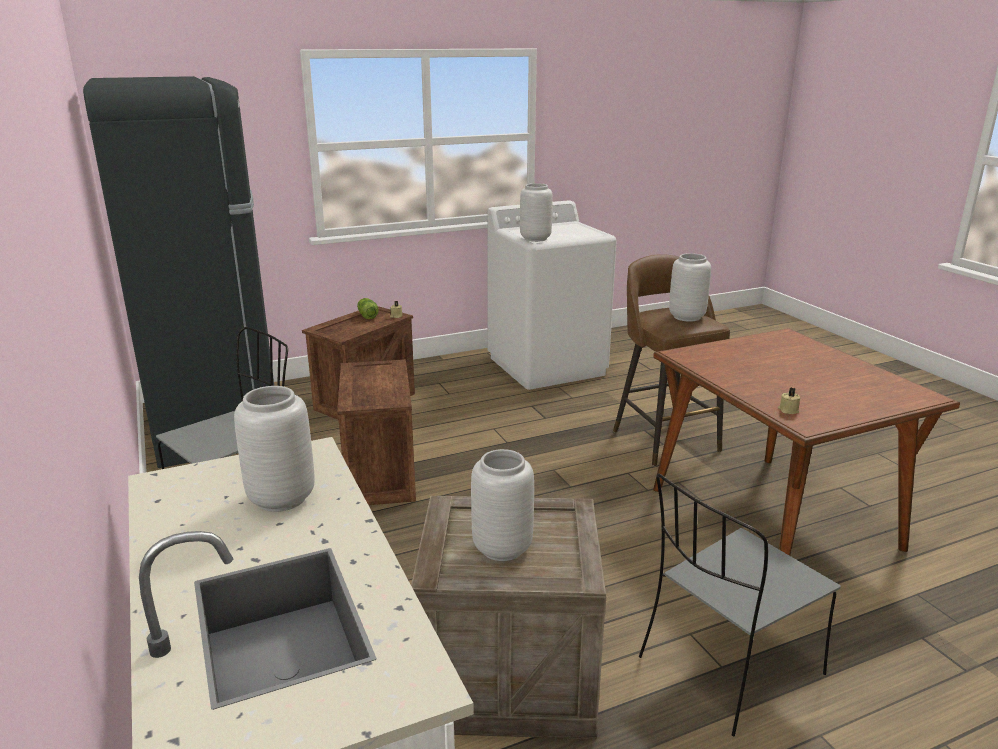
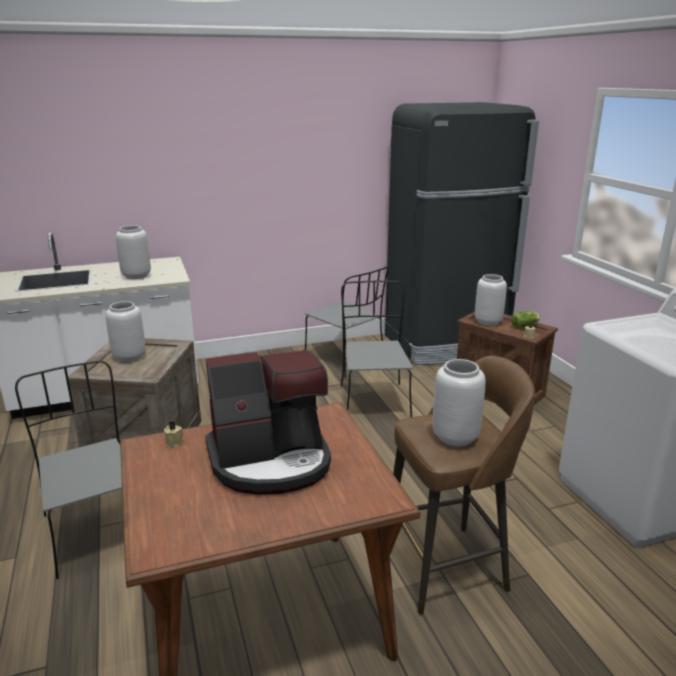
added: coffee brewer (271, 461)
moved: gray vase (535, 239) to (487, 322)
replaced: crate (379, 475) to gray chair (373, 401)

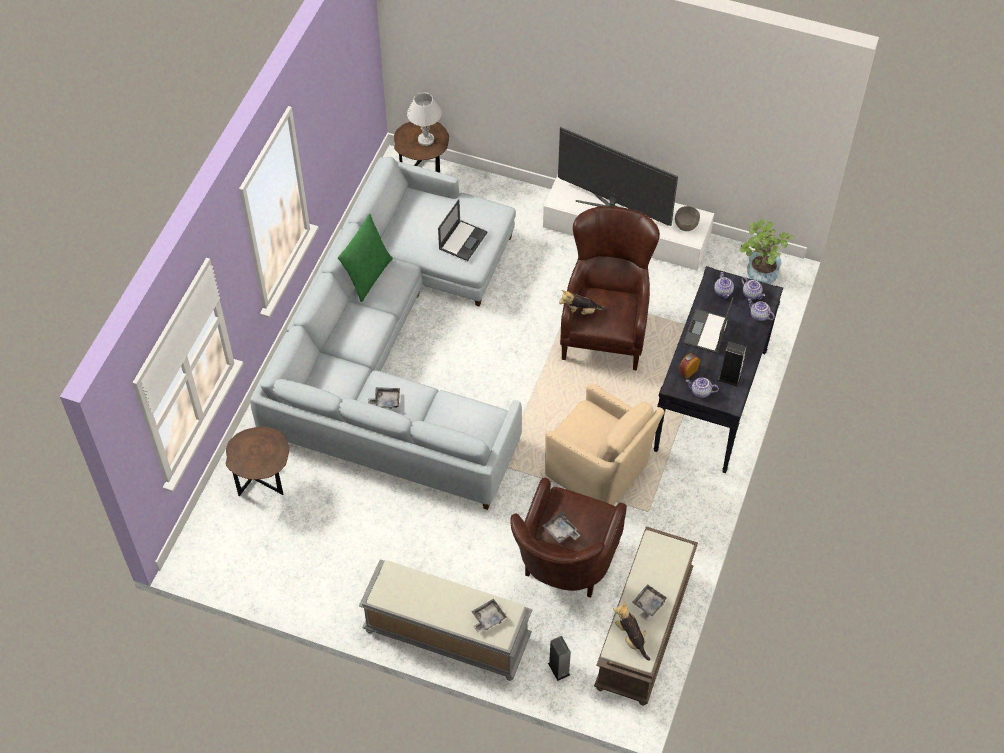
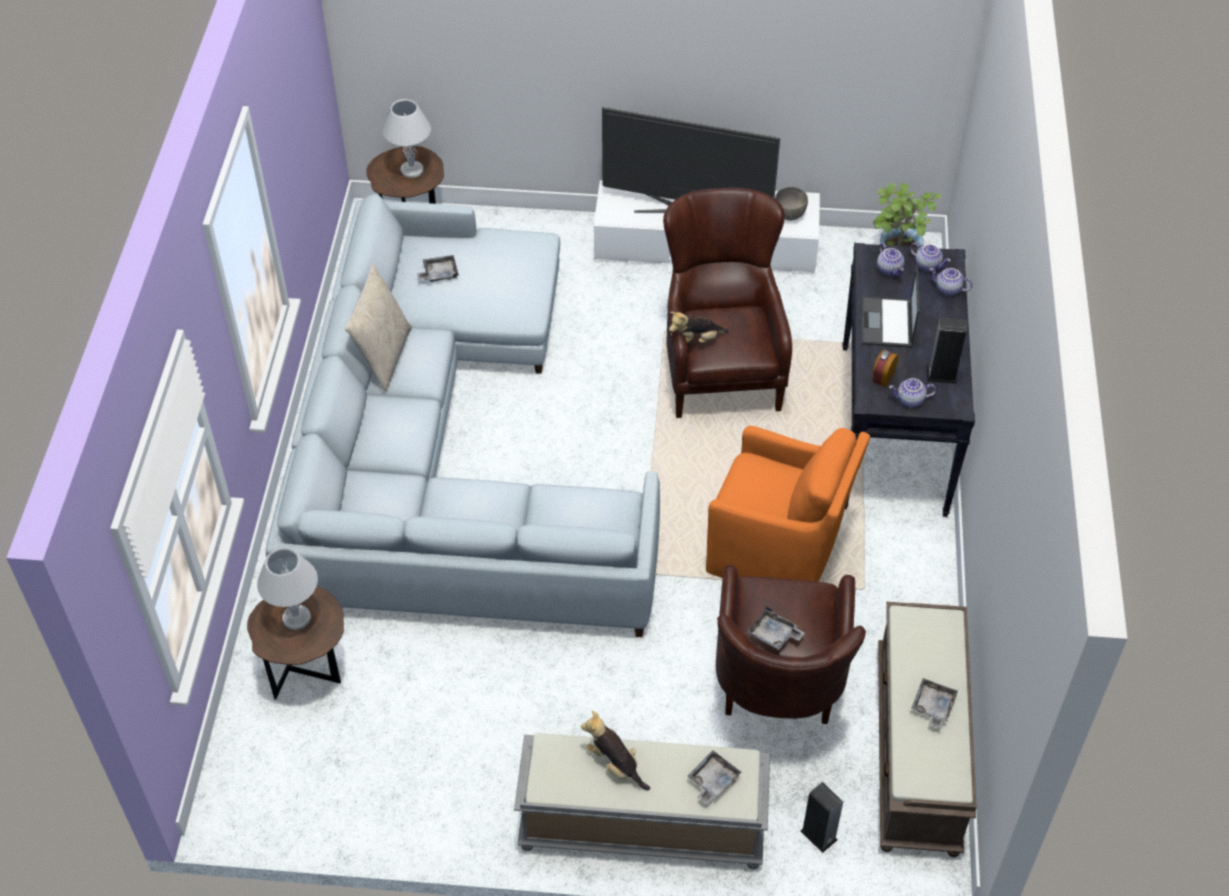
removed: laptop (463, 240)
added: white tabletop lamp (296, 619)
moved: gray tray (385, 400) to (439, 273); soft toy (631, 638) to (615, 764)
recoloured: green pillow (367, 276) to beige-coloured pillow (383, 356); beige-coloured lounge chair (599, 472) to orange-coloured lounge chair (778, 552)

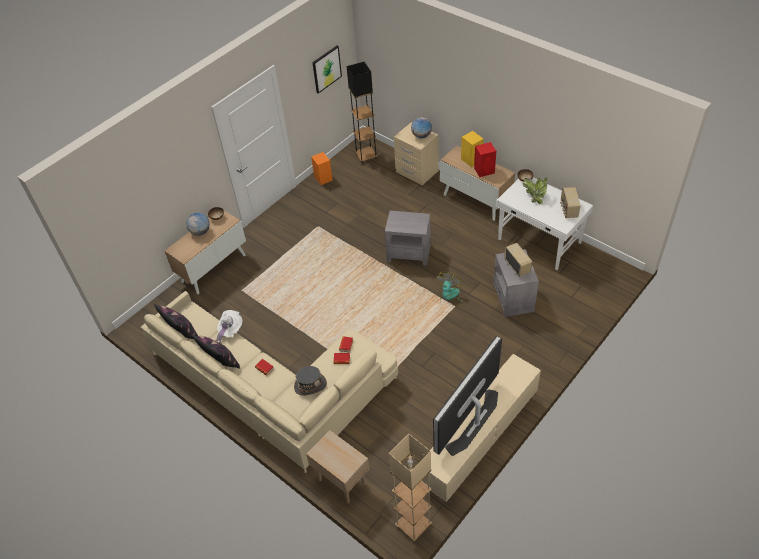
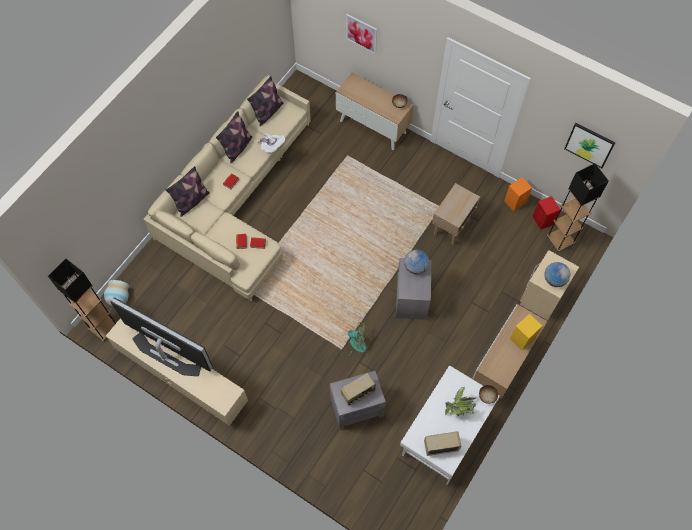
removed: gray wearable hat (310, 385)
added: vase (119, 299); pillow (191, 201); picture (361, 33)
moved: desk globe (200, 232) to (415, 267); beige-coloured end table (341, 481) to (452, 227); reddish speaker (484, 170) to (543, 220)
recoloured: beige-coloured standing lamp (413, 525) to black-coloured standing lamp (104, 327)

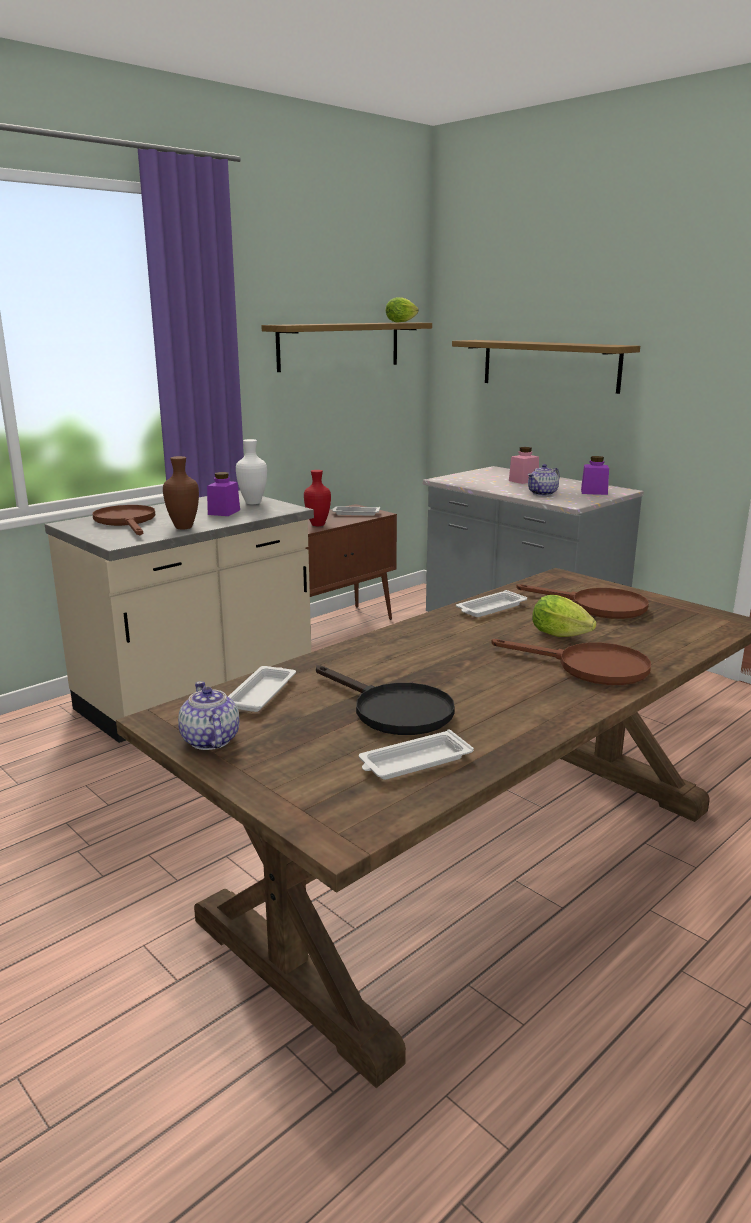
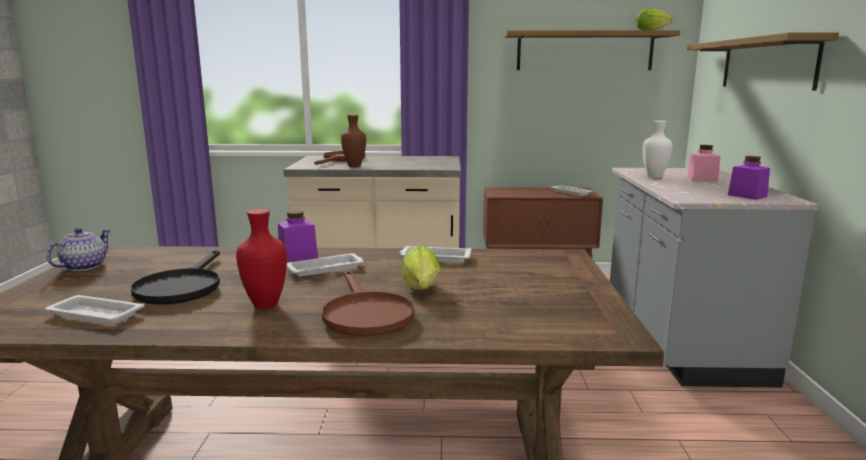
removed: brown skillet (597, 606); pot for tea (543, 493)
moved: reddish vase (318, 525) to (265, 306); purple preserve jar (224, 512) to (298, 256); white tray (262, 693) to (326, 269); white vase (252, 503) to (654, 177)

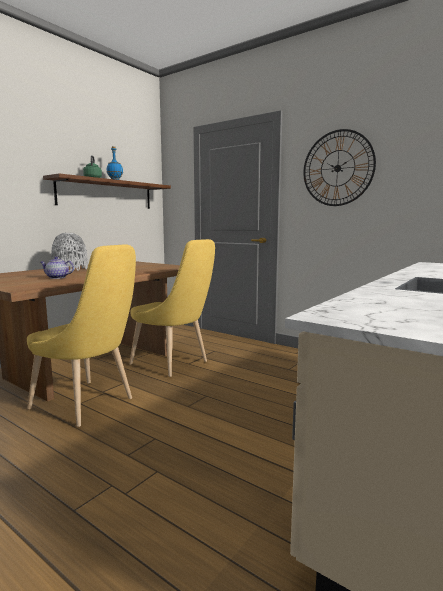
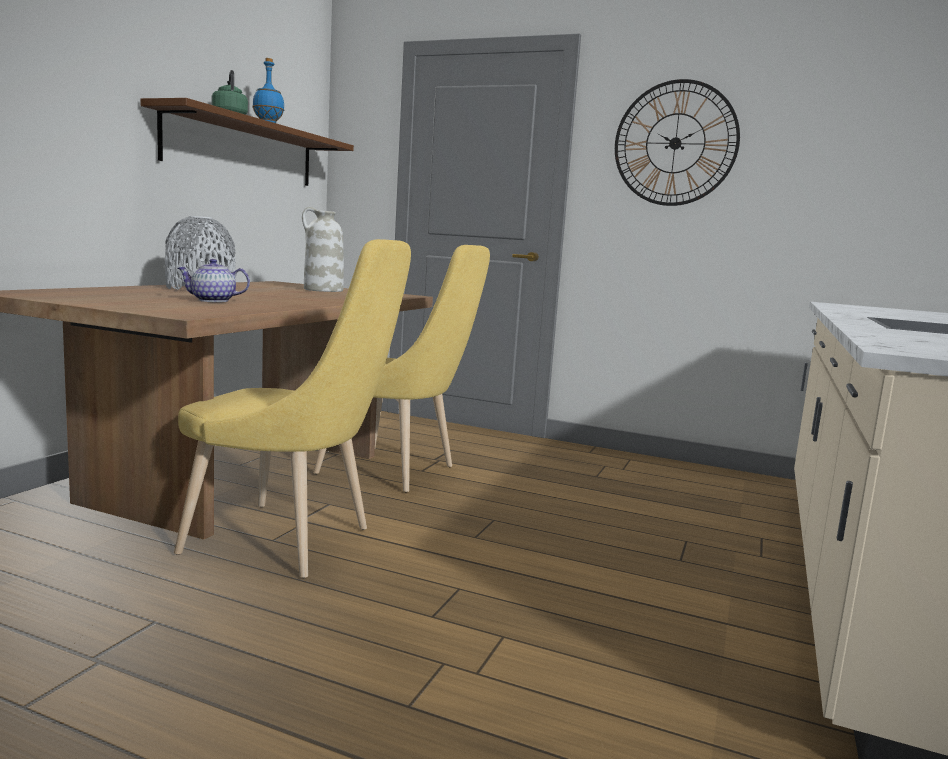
added: white vase (322, 290)

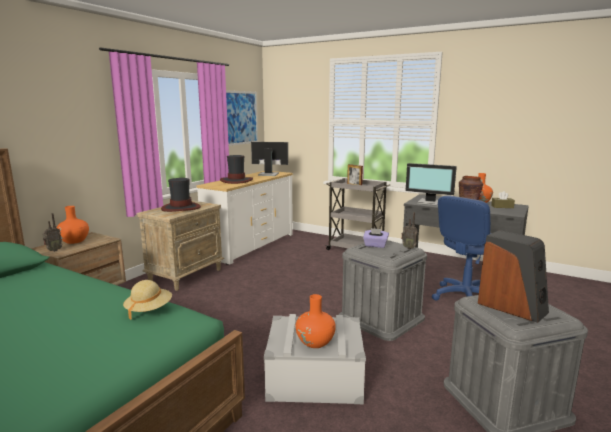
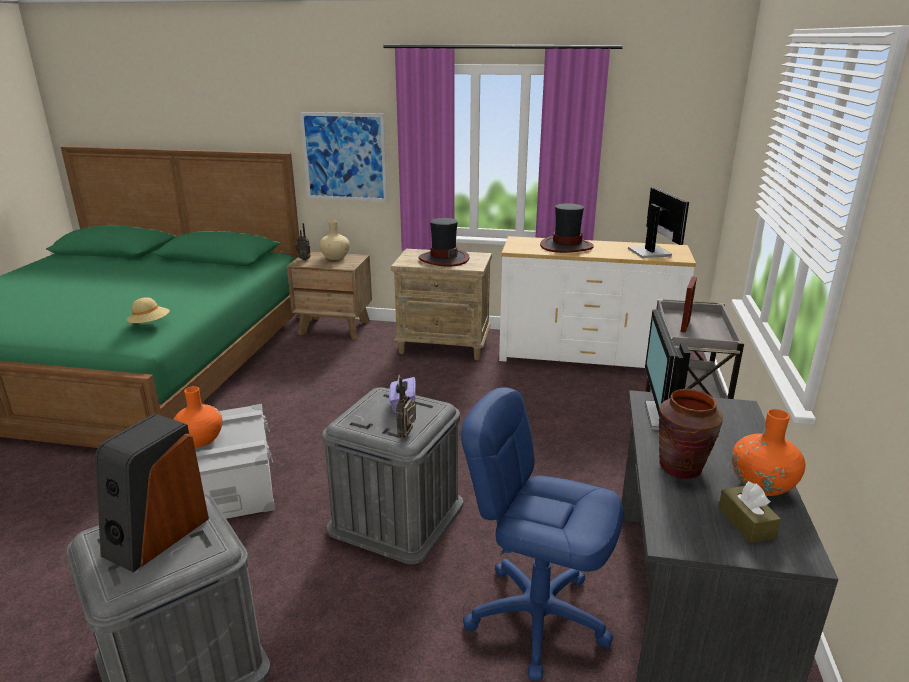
moved: picture (240, 118) to (344, 157)
recoloured: orange-coloured vase (74, 241) to beige-coloured vase (335, 257)

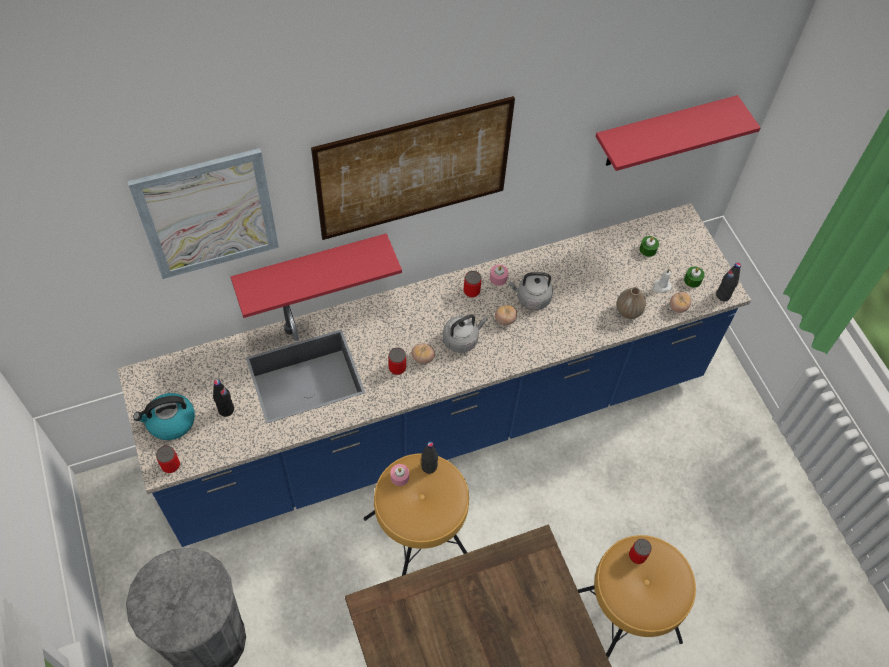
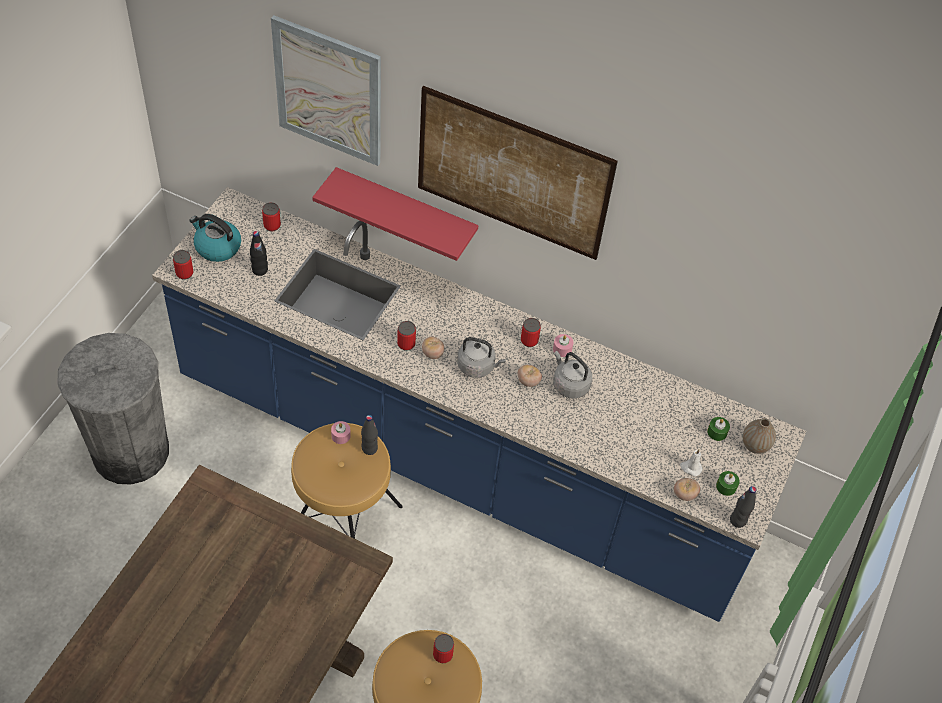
removed: reddish wall shelf (662, 132)
added: can (272, 225)
moved: vase (628, 312) to (755, 445)

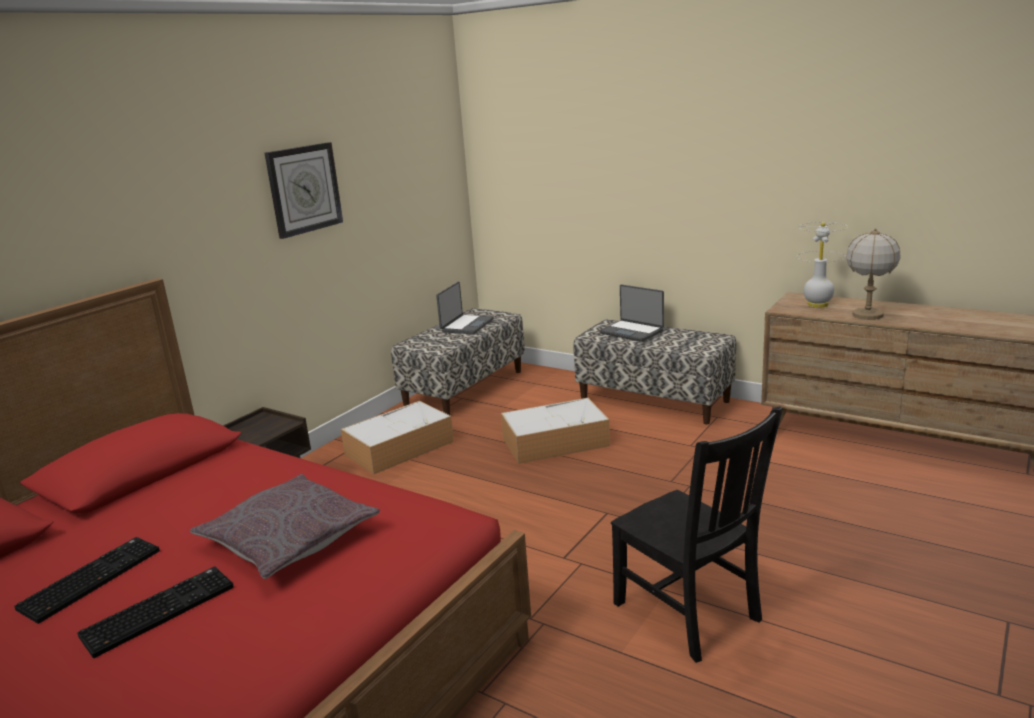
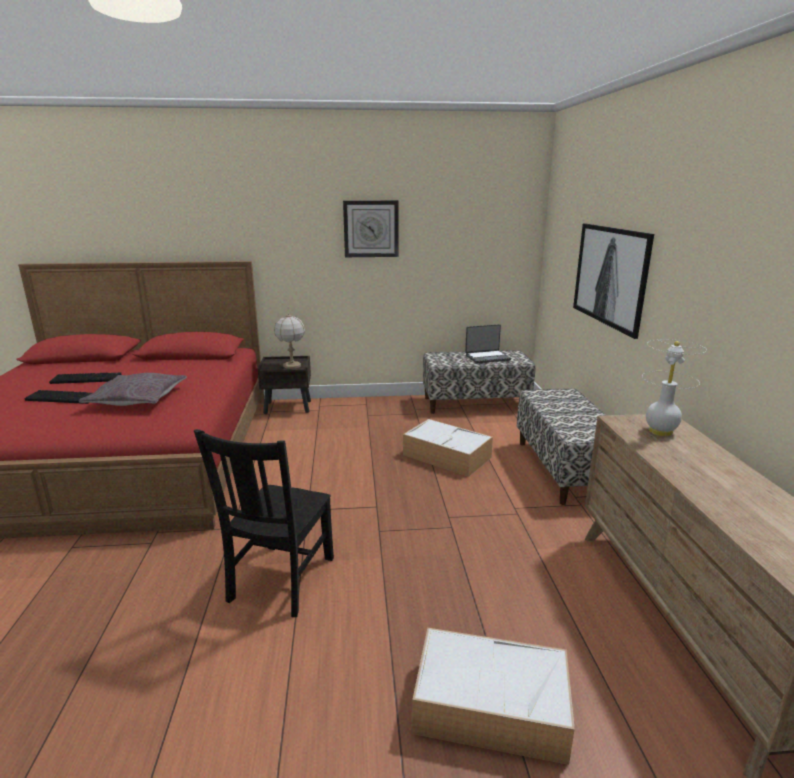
removed: laptop (632, 331)
added: picture (611, 276)
moved: tabletop lamp (867, 315) to (291, 366); storage bin (400, 447) to (493, 706)

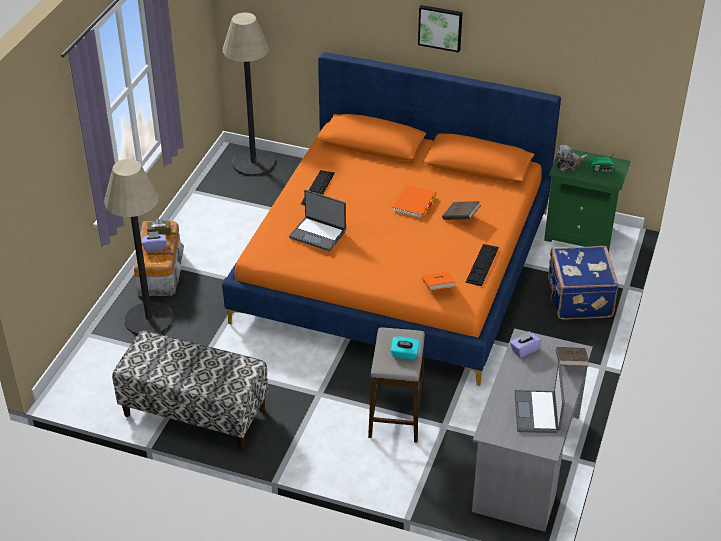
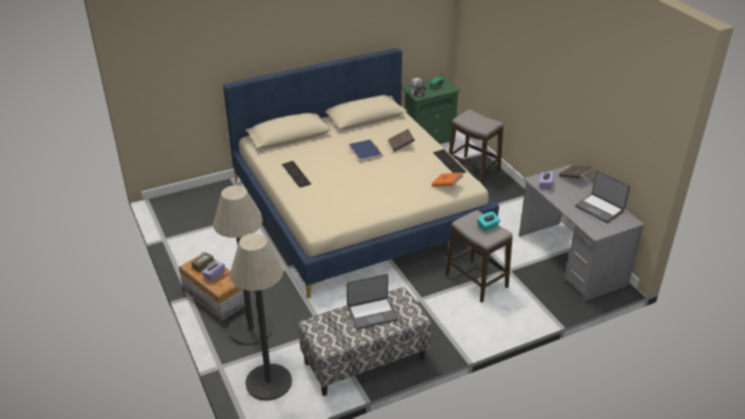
removed: picture (440, 27)
moved: standing lamp (253, 163) to (268, 382); laptop (318, 234) to (372, 313)
replaced: blue suitcase (578, 299) to sitting stool (473, 170)
recoloured: orange-coloured bedroom bed (395, 265) to beige-coloured bedroom bed (357, 208); orange-coloured bound book (414, 203) to blue bound book (365, 152)

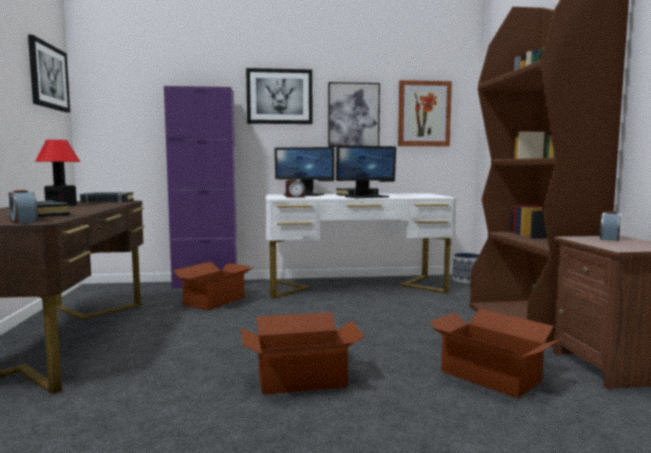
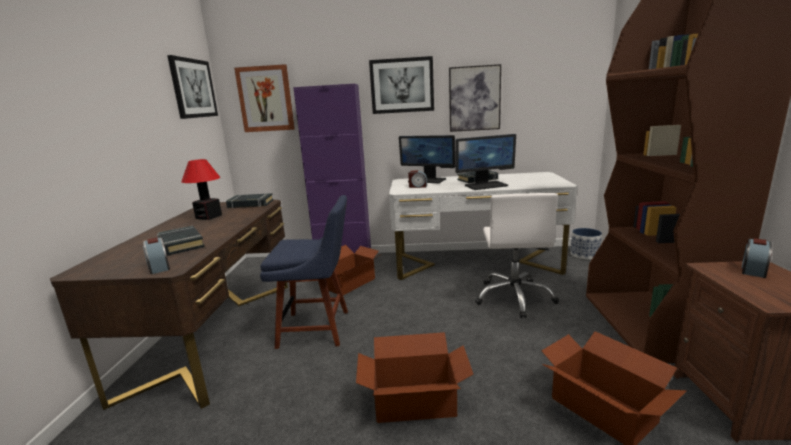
added: blue chair (318, 328); white desk chair (514, 297)
moved: picture (424, 114) to (265, 99)

